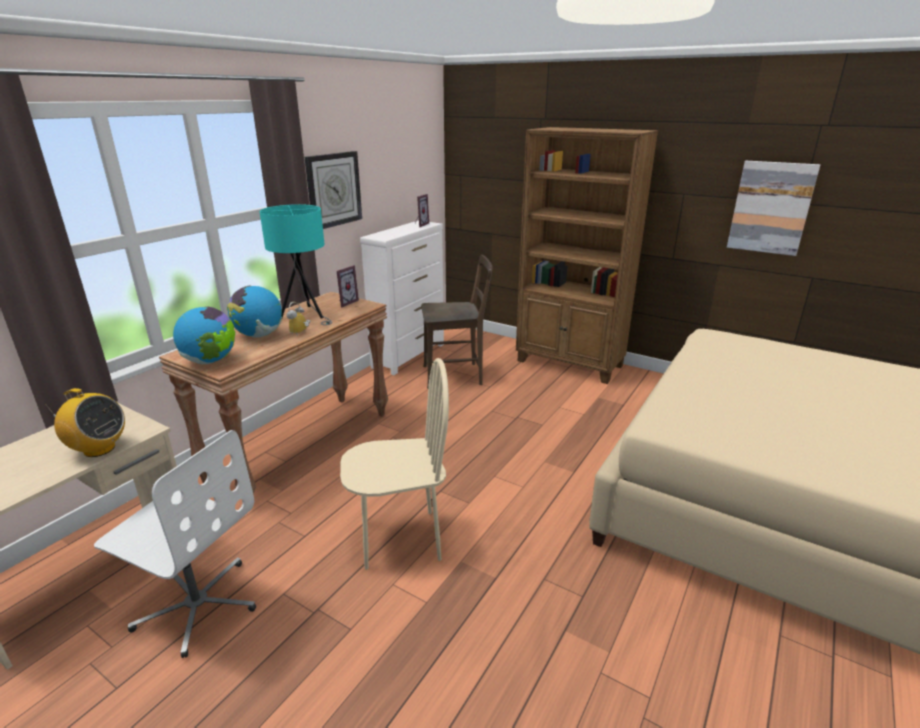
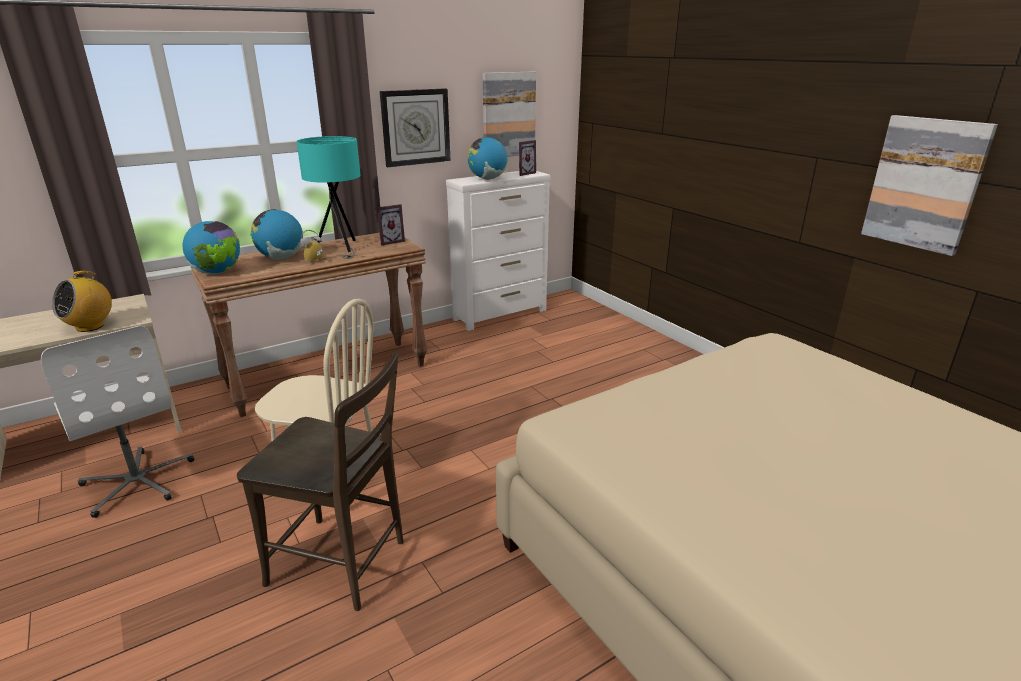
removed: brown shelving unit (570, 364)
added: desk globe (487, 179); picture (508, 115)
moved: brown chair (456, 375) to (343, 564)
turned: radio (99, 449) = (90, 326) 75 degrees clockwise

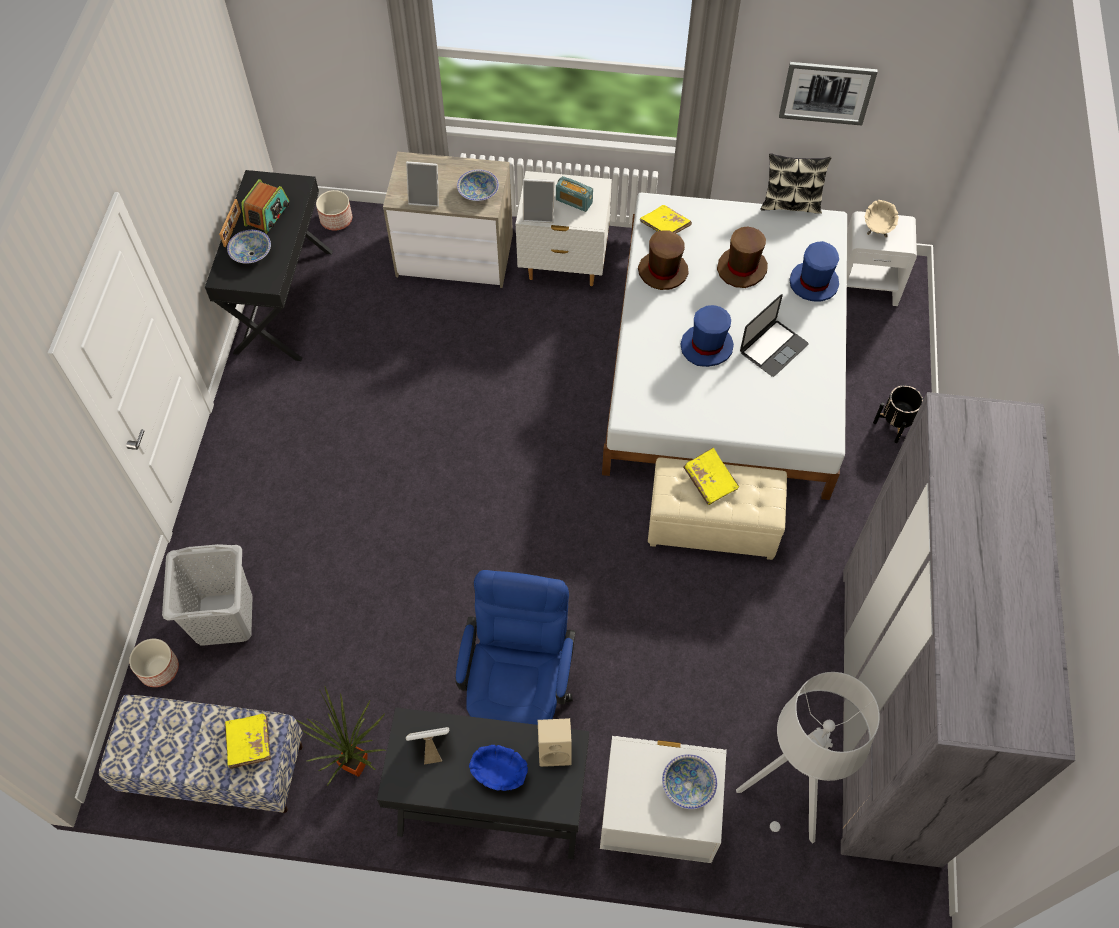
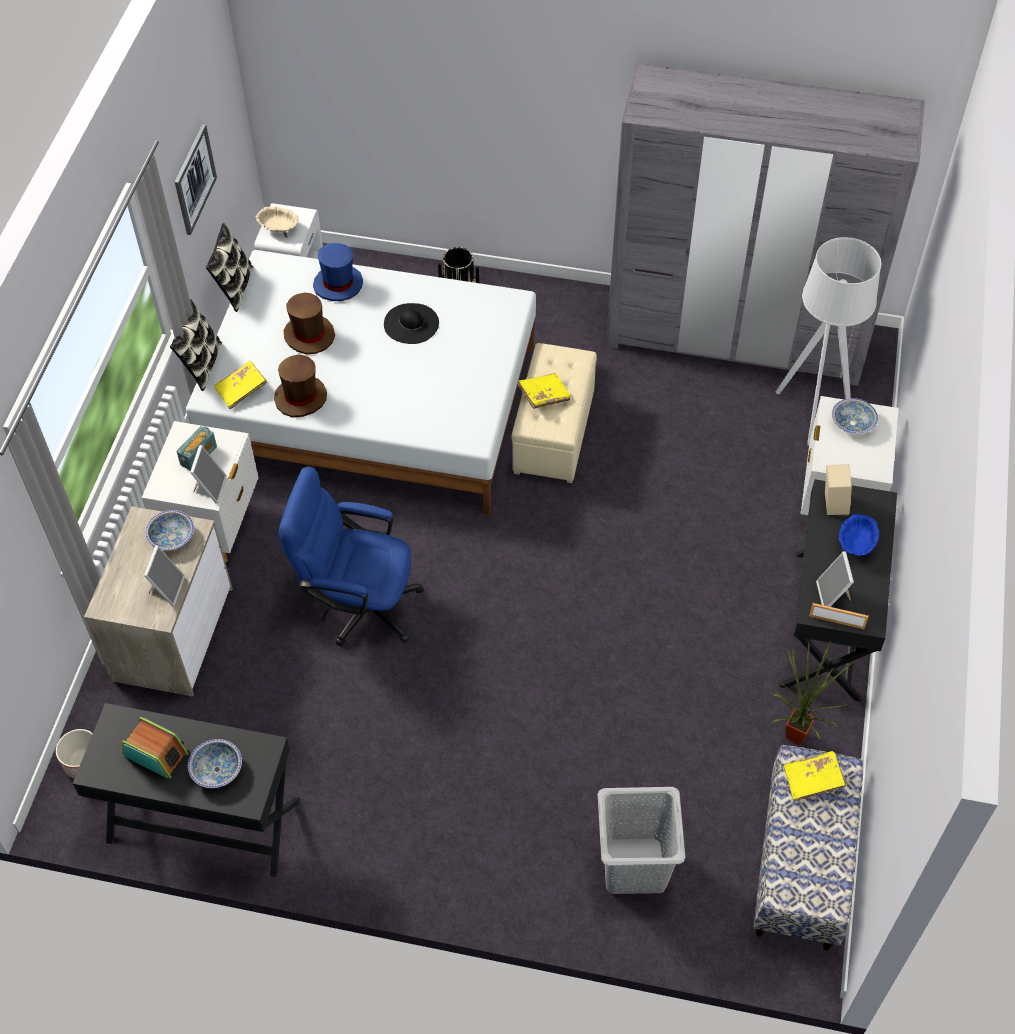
removed: plant pot (158, 669); blue wearable hat (707, 346)
added: pillow (201, 365)
moved: blue desk chair (518, 696) to (358, 604); standing frame (233, 229) to (836, 621)
replaced: laptop (773, 348) to black-coloured wearable hat (411, 323)

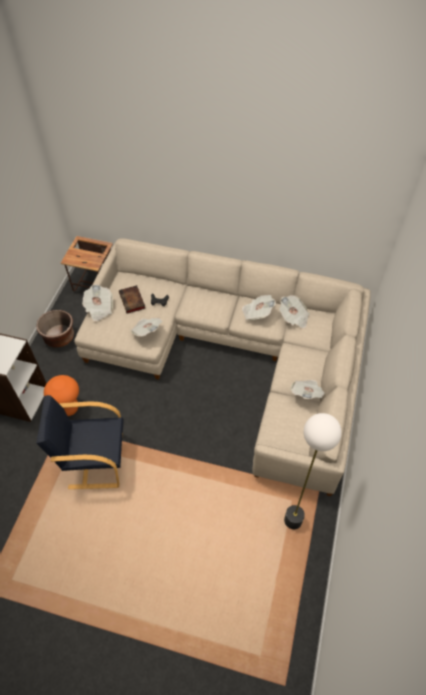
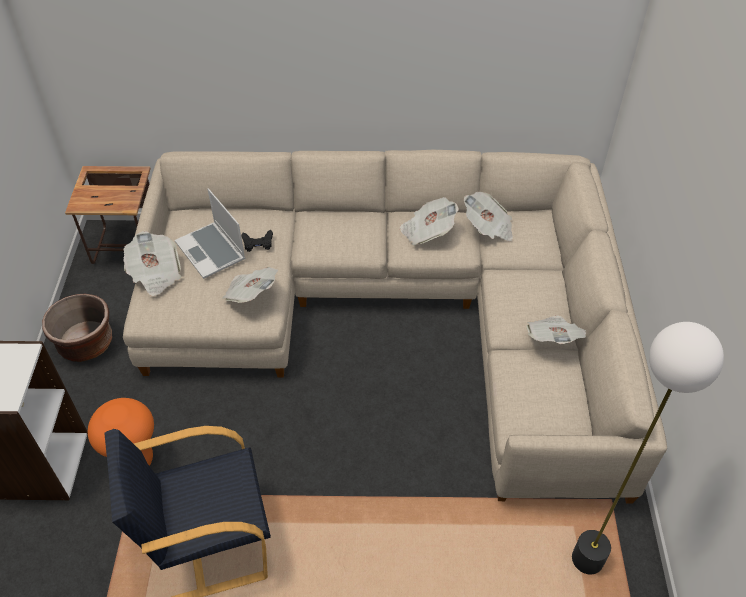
replaced: bound book (132, 301) to laptop (212, 251)

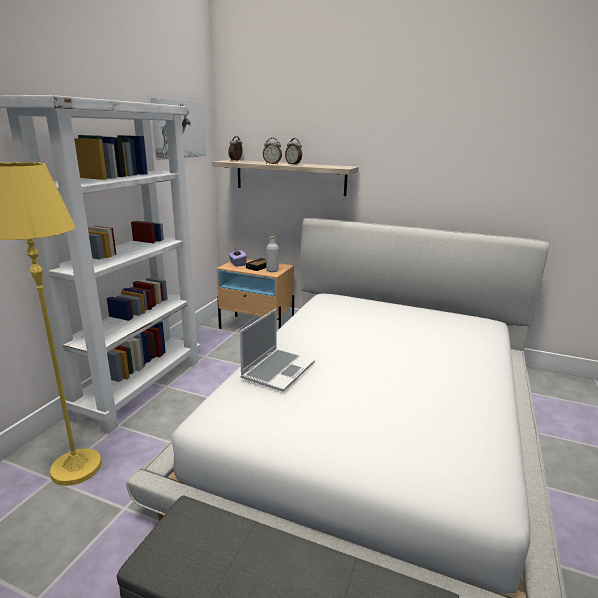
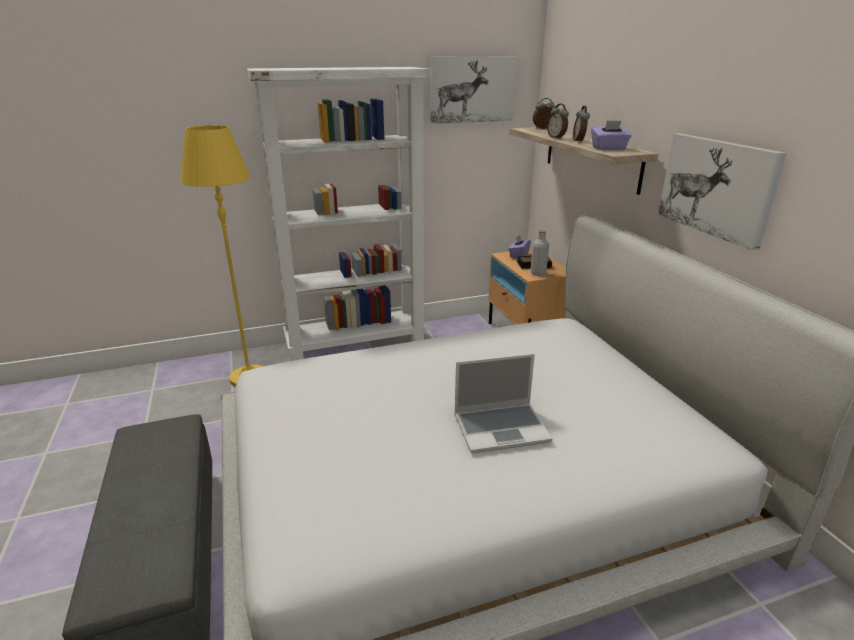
added: purple tissue holder (609, 148); picture (717, 187)
moved: laptop (278, 370) to (501, 428)

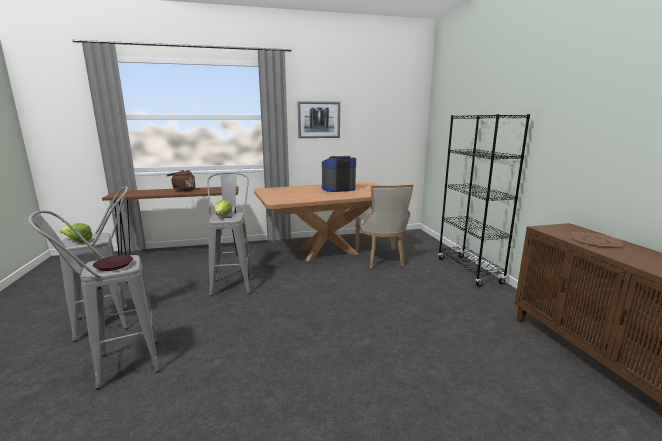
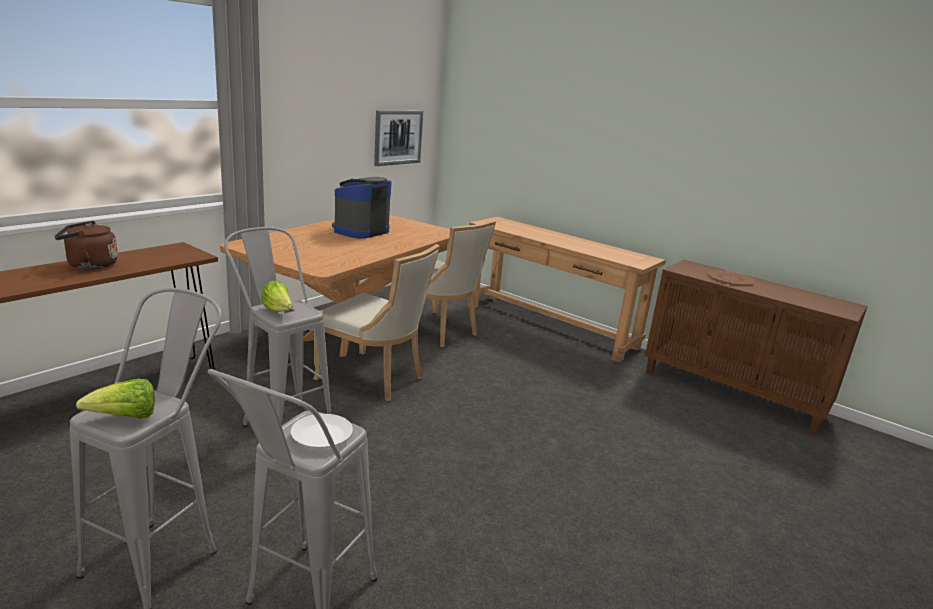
added: beige-coloured chair (374, 378)
moved: picture (319, 120) to (398, 137)
replaced: black-coloured shelving unit (469, 271) to brown hall table (549, 326)
recoloured: brown dinner plate (113, 266) to white dinner plate (321, 437)

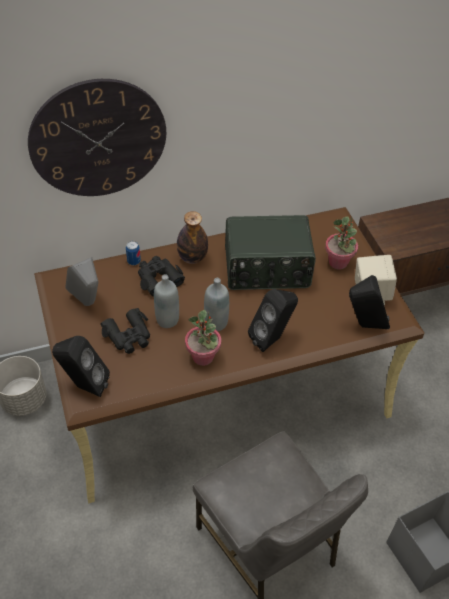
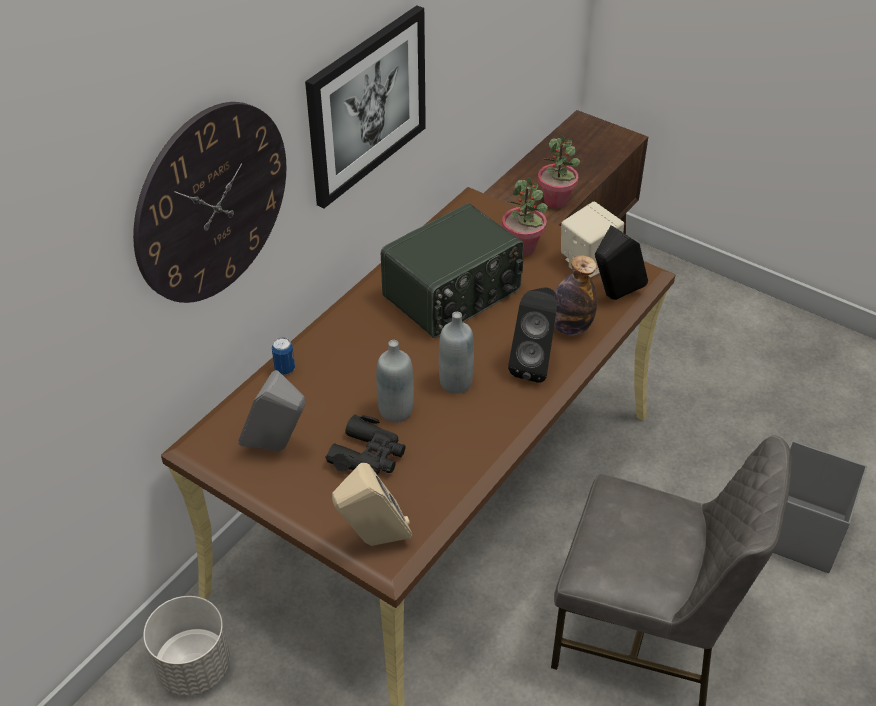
removed: black-coloured field glasses (158, 278)
added: picture (366, 105)
moved: plant in a pot (203, 357) to (556, 201); beverage bottle (192, 257) to (570, 327)
recoloured: black-coloured speaker (84, 386) to beige-coloured speaker (373, 541)

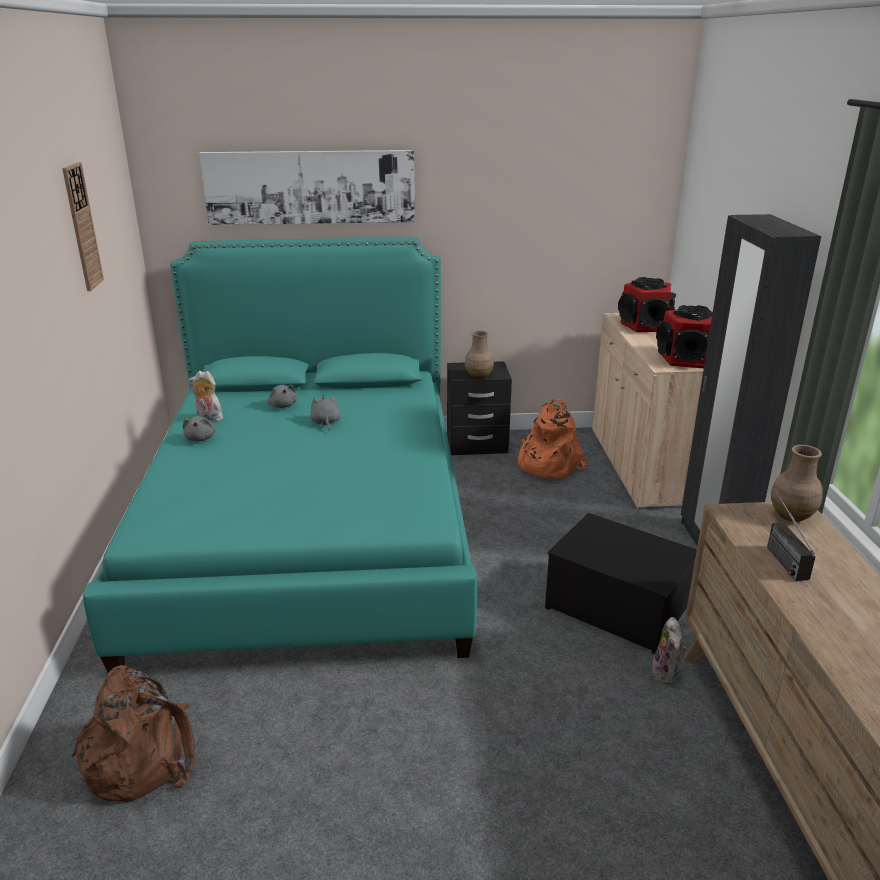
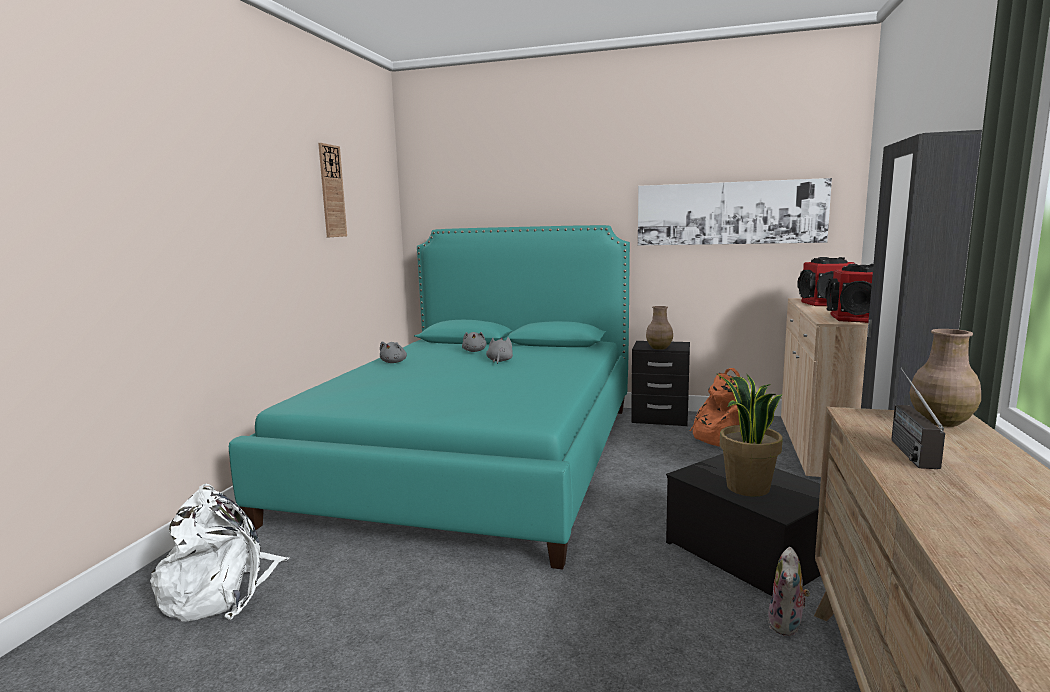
removed: soft toy (208, 419)
added: plant in a pot (747, 488)
moved: picture (310, 187) to (729, 213)
recoloured: brown backpack (142, 757) to white backpack (222, 590)

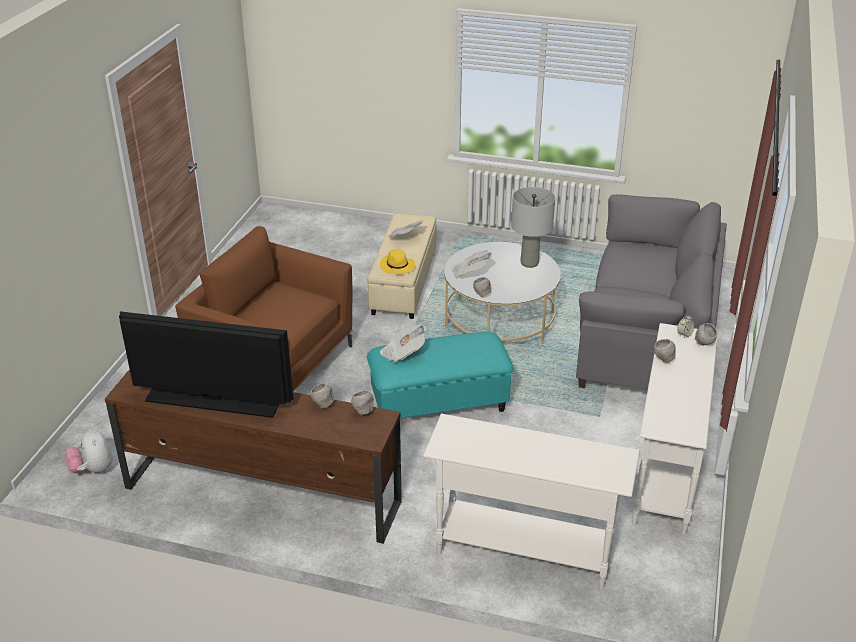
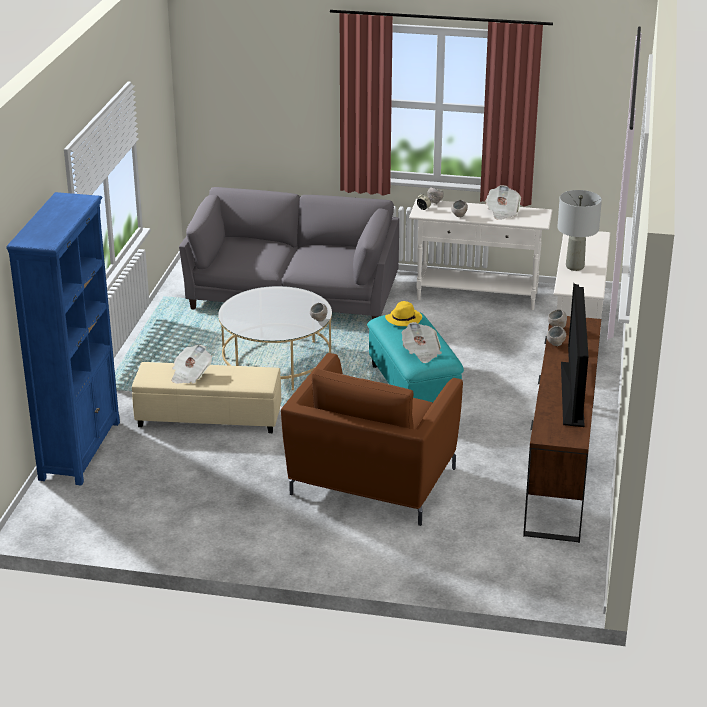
removed: soft toy (93, 470)
added: blue shelving unit (80, 450)
moved: yellow wearable hat (397, 266) to (403, 319); daily paper (470, 272) to (502, 212); gray tabletop lamp (529, 263) to (575, 267)

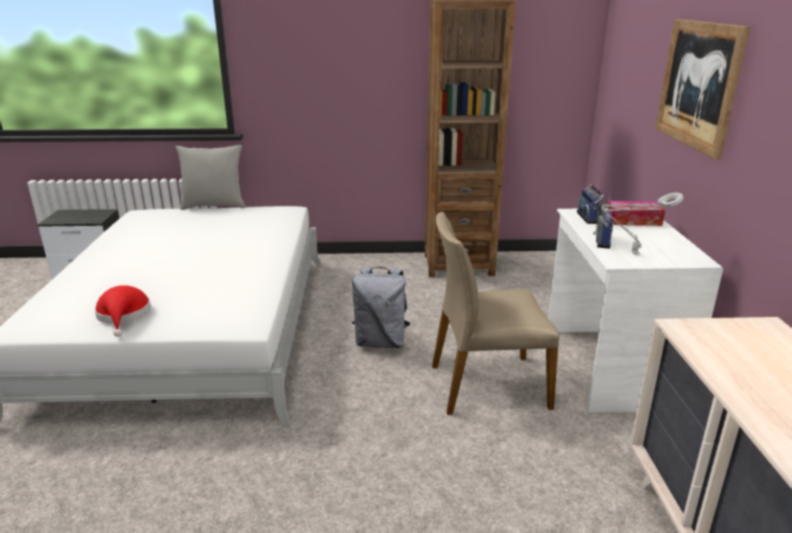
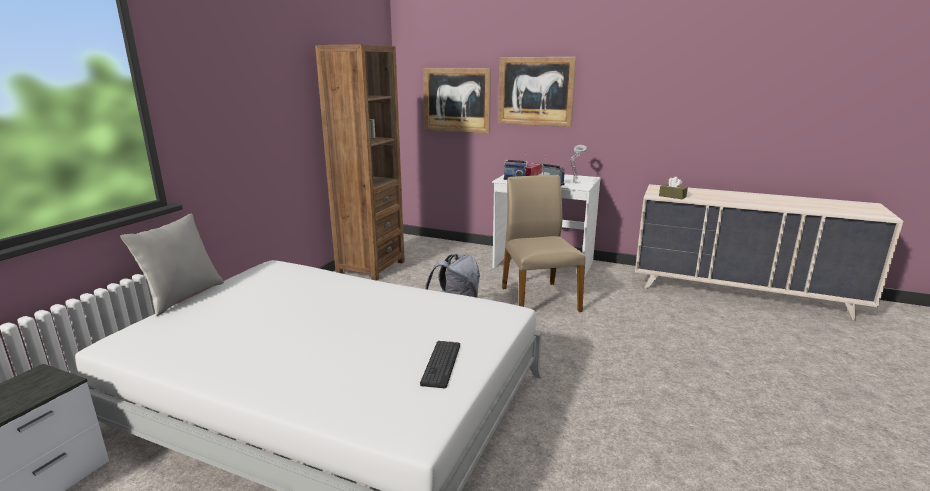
added: picture (456, 100); brown tissue holder (672, 196)
replaced: reddish wearable hat (124, 315) to keyboard (441, 364)
turned: beige-coloured chair (487, 385) = (538, 298) 150 degrees clockwise

